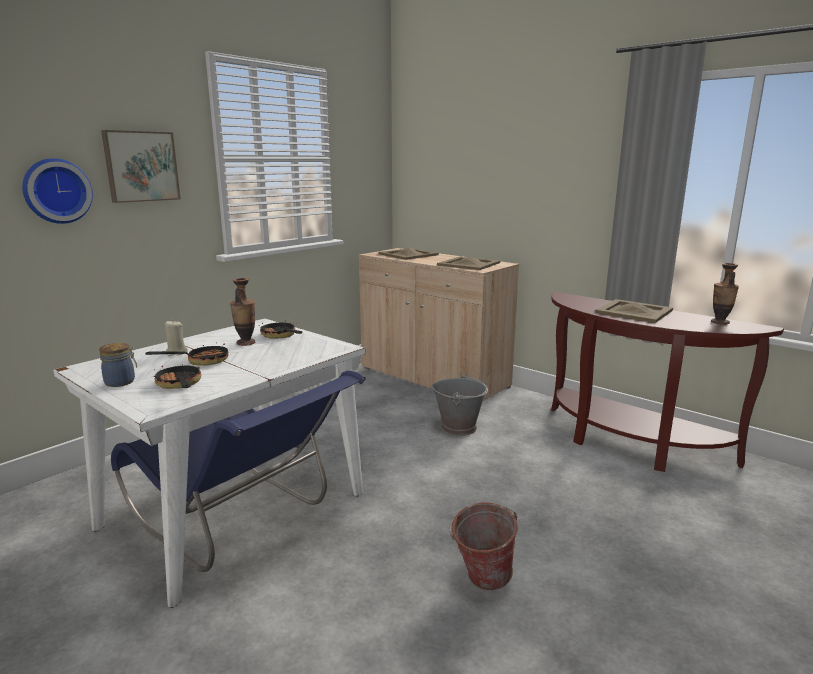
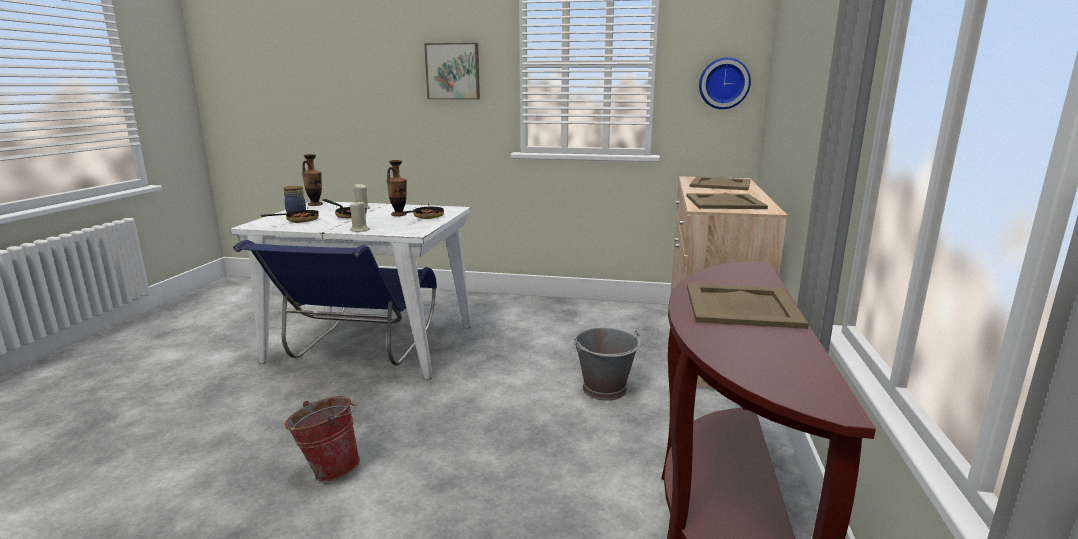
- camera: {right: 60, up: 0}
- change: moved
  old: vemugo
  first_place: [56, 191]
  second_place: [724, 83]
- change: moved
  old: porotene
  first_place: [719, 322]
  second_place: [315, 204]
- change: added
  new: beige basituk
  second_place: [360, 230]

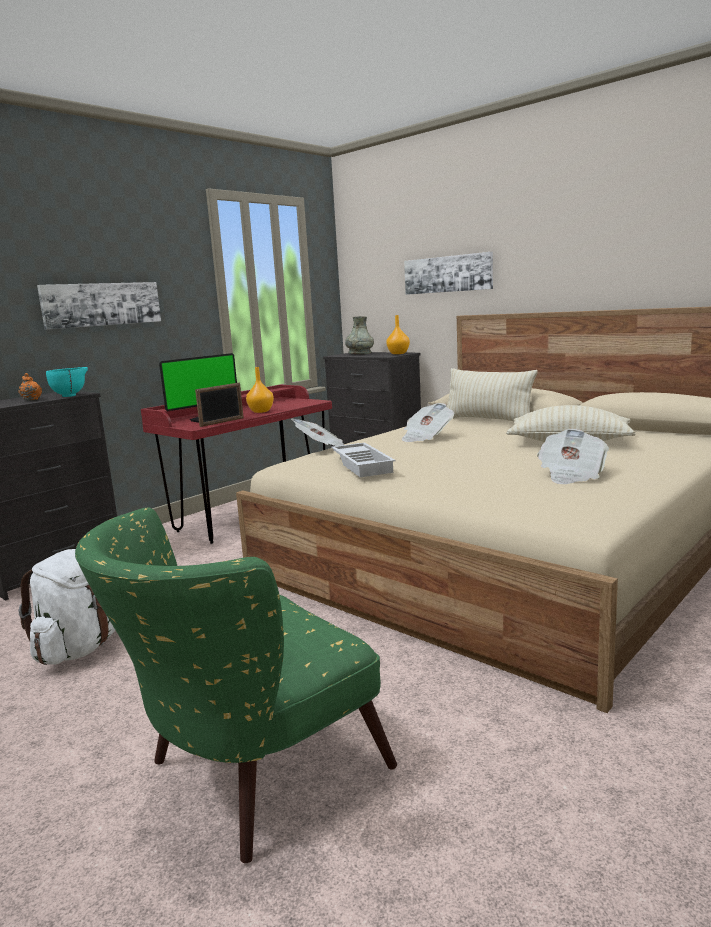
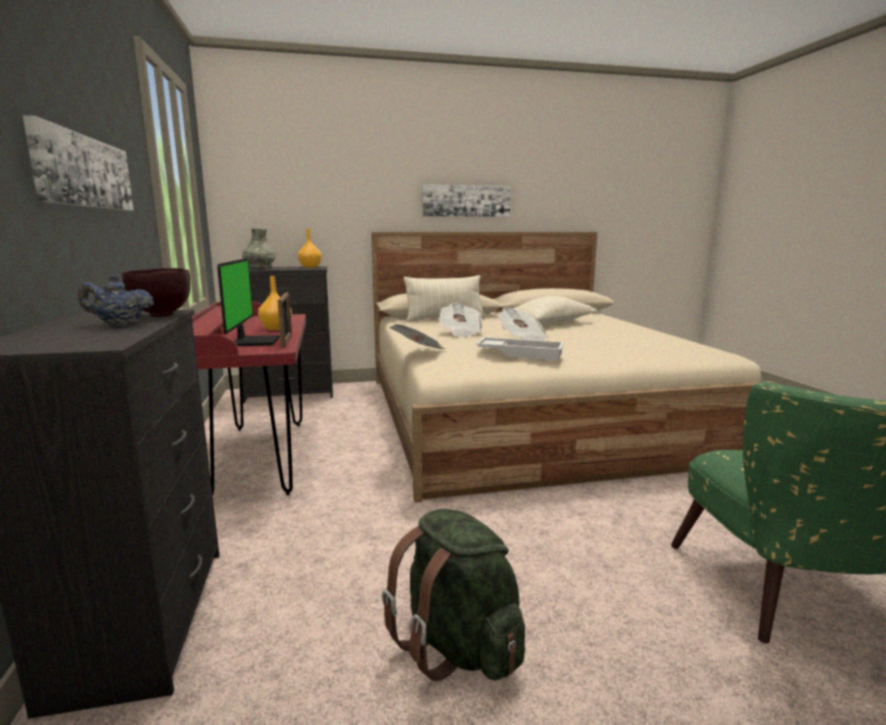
- camera: {right: -55, up: 0}
- change: recoloured
  old: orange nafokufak
  new: blue nafokufak
  first_place: [31, 400]
  second_place: [119, 325]
- change: recoloured
  old: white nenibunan
  new: green nenibunan
  first_place: [80, 648]
  second_place: [458, 645]
- change: recoloured
  old: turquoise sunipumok
  new: brown sunipumok
  first_place: [71, 395]
  second_place: [163, 315]
- change: moved
  old: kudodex
  first_place: [448, 274]
  second_place: [466, 201]
- change: moved
  old: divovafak
  first_place: [571, 475]
  second_place: [522, 339]

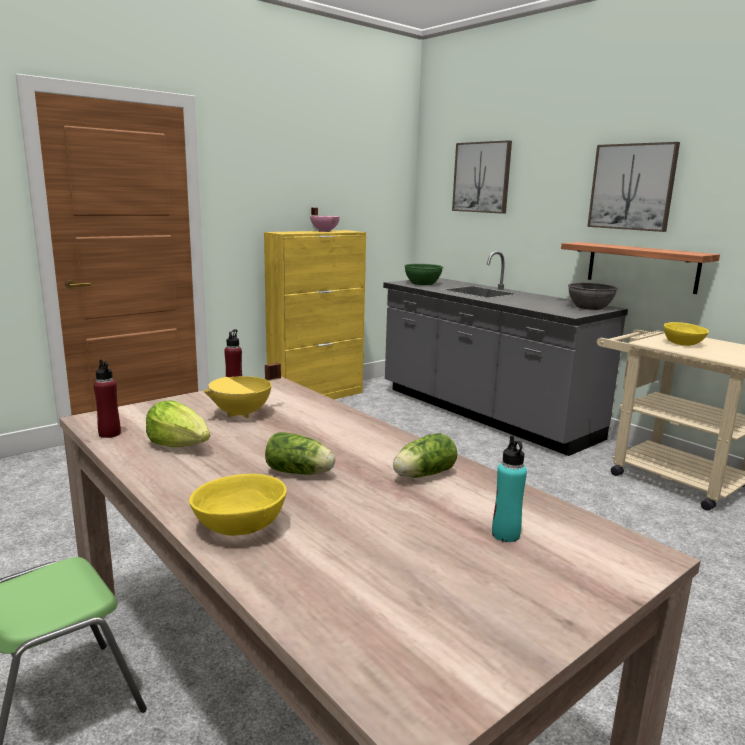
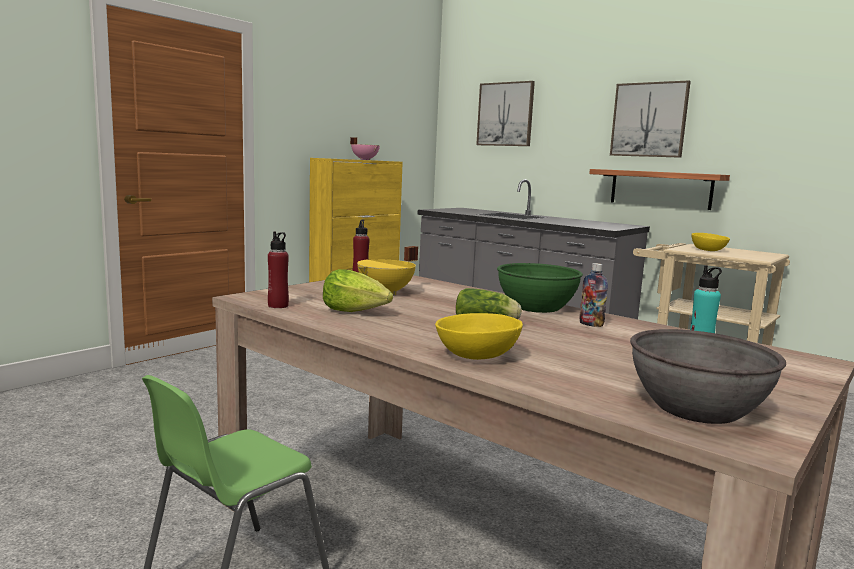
- camera: {right: -10, up: -5}
- change: replaced
  old: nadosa
  new: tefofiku
  first_place: [422, 475]
  second_place: [591, 324]
- change: moved
  old: green sunipumok
  first_place: [422, 283]
  second_place: [536, 307]
- change: moved
  old: grey sunipumok
  first_place: [590, 307]
  second_place: [697, 409]

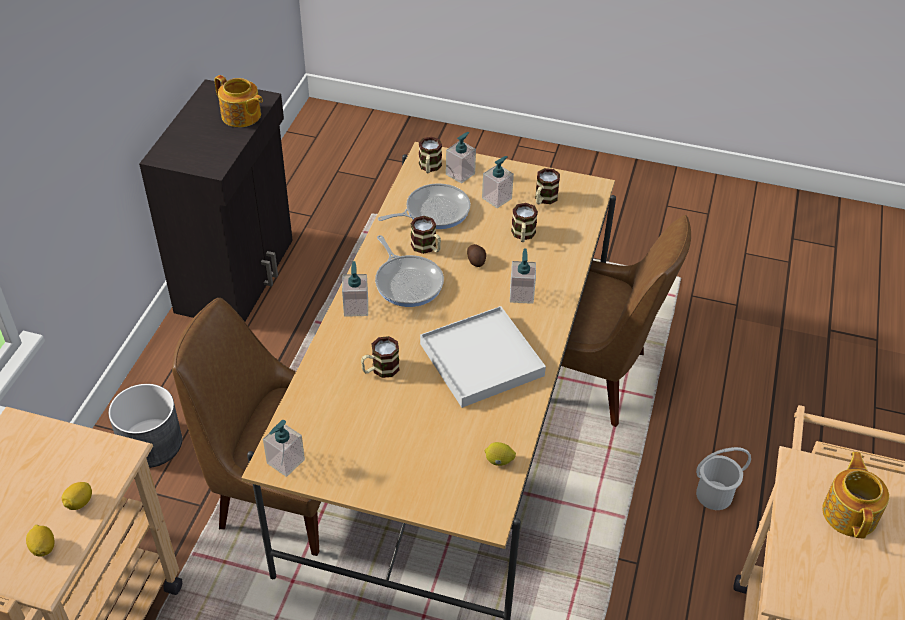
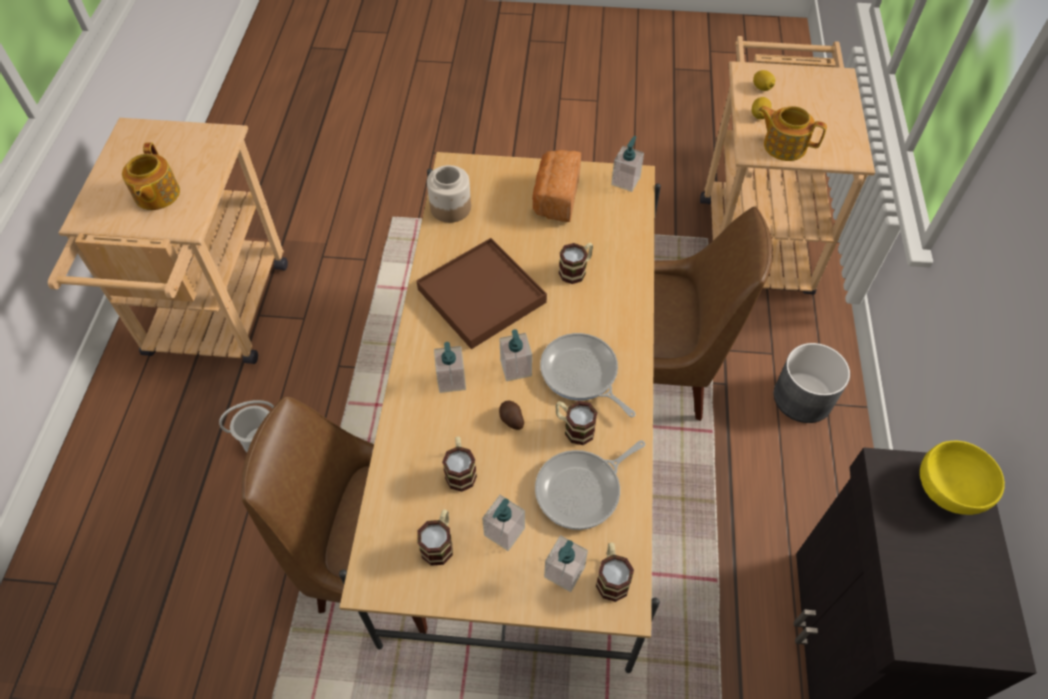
- camera: {right: 170, up: 10}
- change: moved
  old: nafokufak
  first_place: [241, 116]
  second_place: [784, 145]
- change: moved
  old: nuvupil
  first_place: [356, 307]
  second_place: [516, 368]
- change: recoloured
  old: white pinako
  new: brown pinako
  first_place: [481, 360]
  second_place: [481, 295]
- change: replaced
  old: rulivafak
  new: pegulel
  first_place: [499, 461]
  second_place: [450, 208]
- change: added
  new: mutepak
  second_place: [555, 198]
- change: added
  new: yellow sunipumok
  second_place: [951, 489]

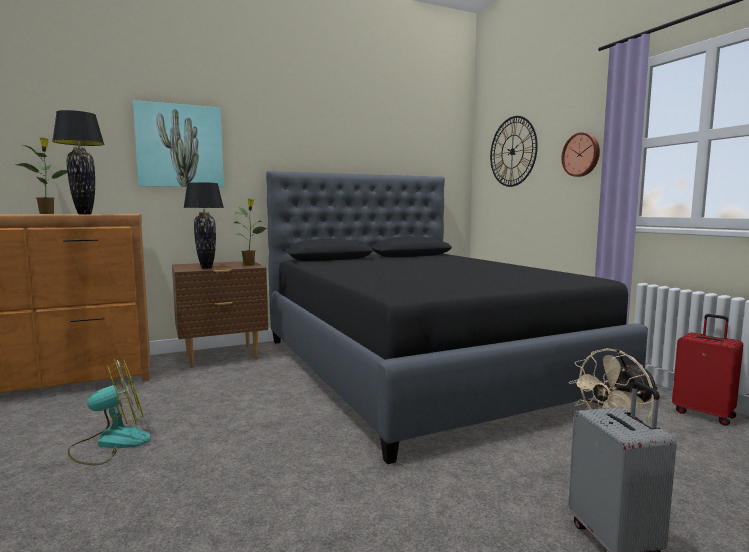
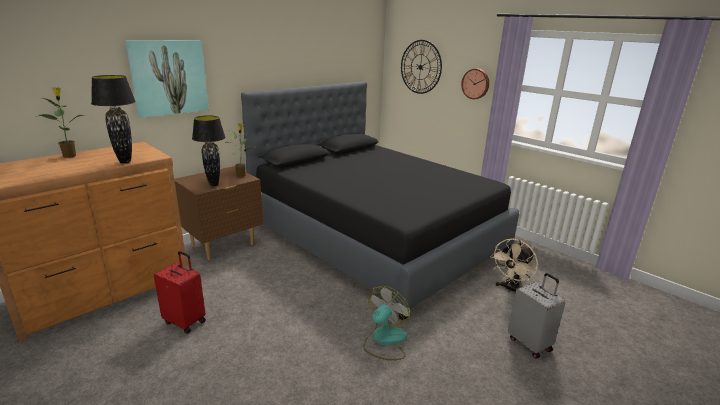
- camera: {right: -20, up: 15}
- change: moved
  old: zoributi
  first_place: [110, 443]
  second_place: [384, 341]
- change: moved
  old: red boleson
  first_place: [704, 414]
  second_place: [185, 321]

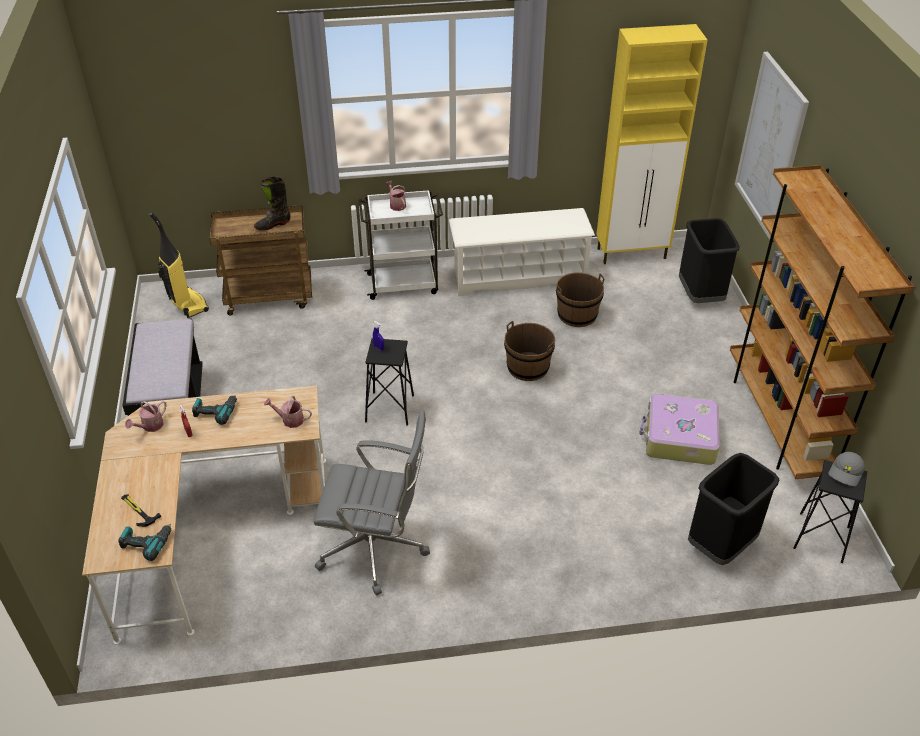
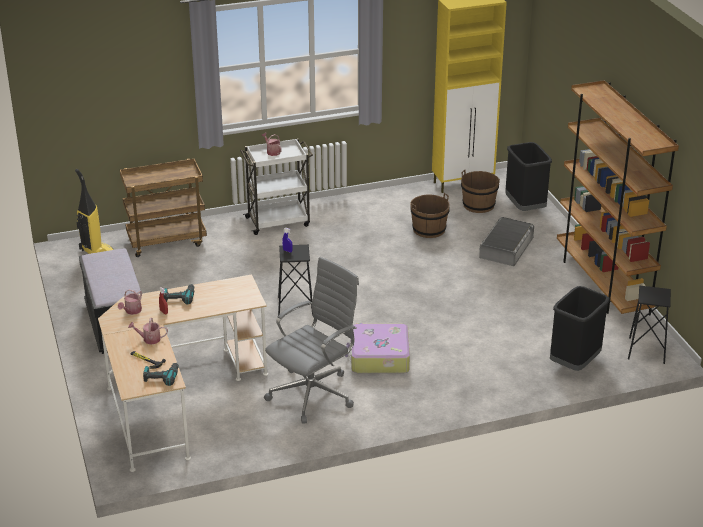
- camera: {right: -10, up: -10}
- change: removed
  old: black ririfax
  first_place: [272, 225]
- change: moved
  old: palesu
  first_place: [290, 420]
  second_place: [149, 339]
- change: turned
  old: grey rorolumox
  first_place: [376, 548]
  second_place: [314, 393]
  degrees: -45
- change: removed
  old: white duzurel
  first_place: [519, 277]
- change: moved
  old: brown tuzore
  first_place: [528, 367]
  second_place: [478, 205]
- change: moved
  old: boleson
  first_place: [679, 438]
  second_place: [379, 357]
- change: removed
  old: kudodex
  first_place: [770, 146]
- change: removed
  old: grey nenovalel
  first_place: [846, 473]
- change: added
  new: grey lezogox
  second_place: [506, 247]

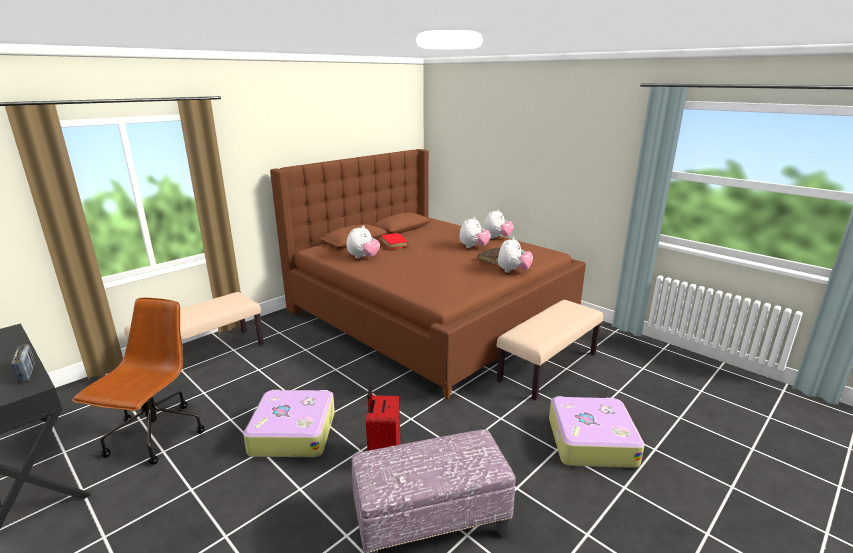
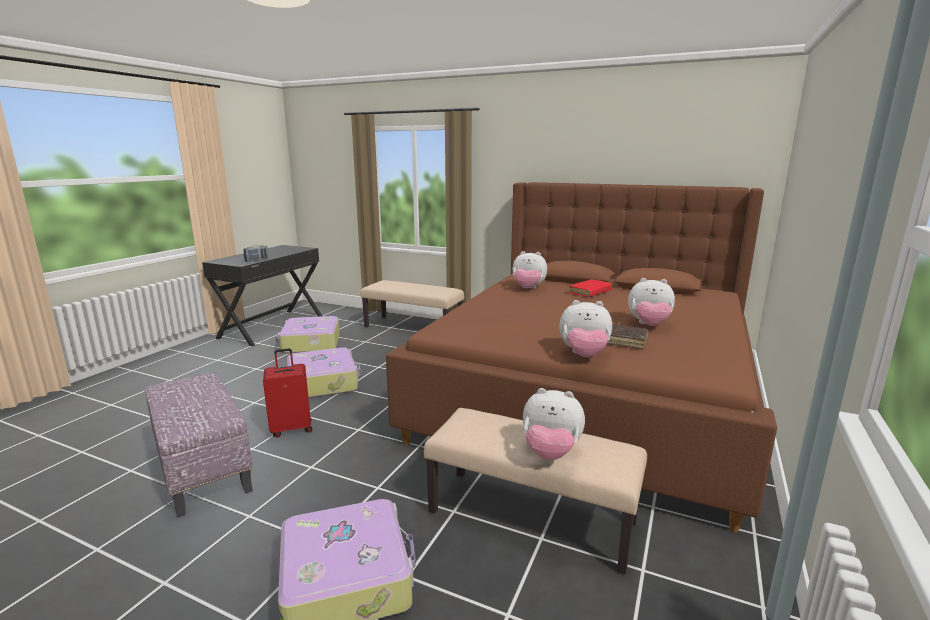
- camera: {right: 70, up: -5}
- change: replaced
  old: brown rorolumox
  new: boleson
  first_place: [155, 436]
  second_place: [310, 343]
- change: moved
  old: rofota
  first_place: [497, 238]
  second_place: [550, 453]

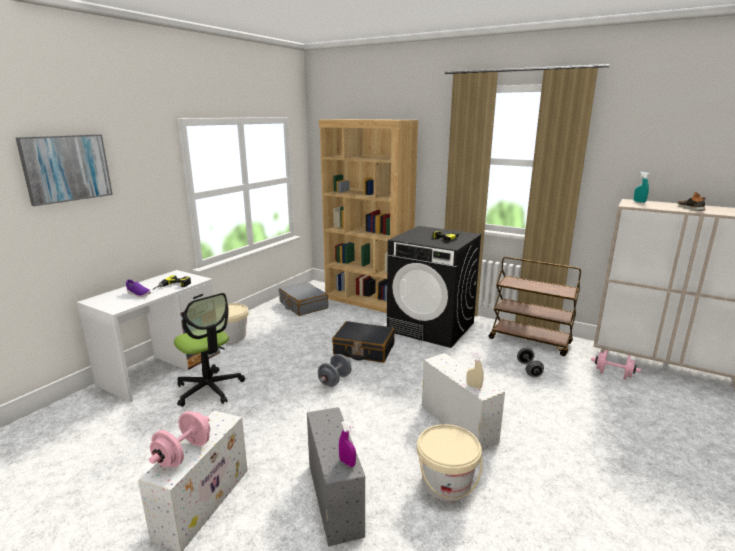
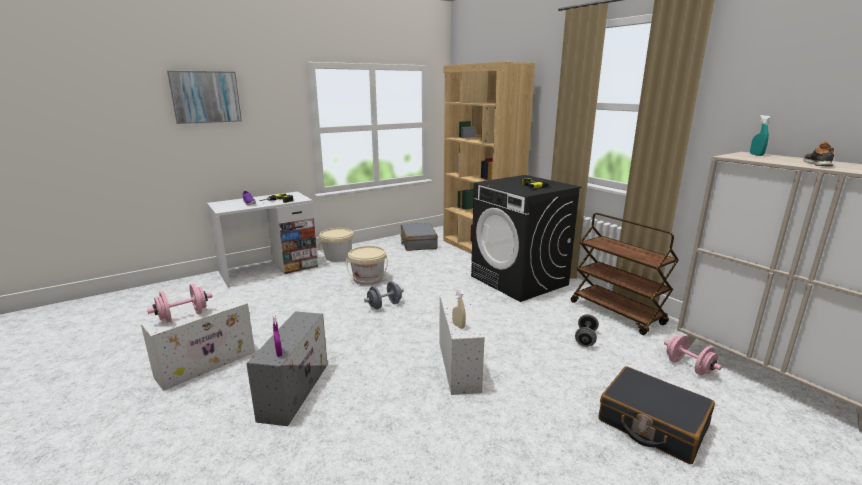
- camera: {right: 25, up: 0}
- change: removed
  old: rorolumox
  first_place: [209, 389]
- change: moved
  old: black boleson
  first_place: [364, 350]
  second_place: [652, 424]
- change: moved
  old: beige tuzore
  first_place: [446, 483]
  second_place: [368, 279]

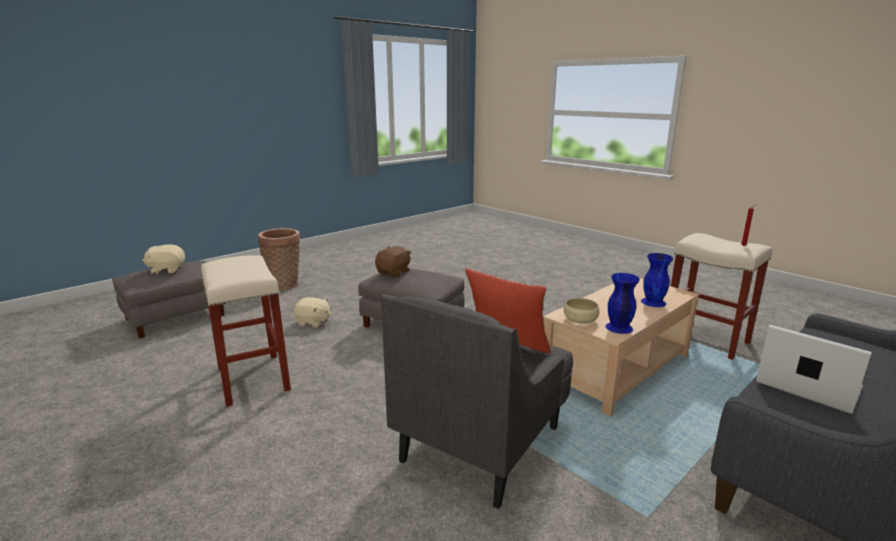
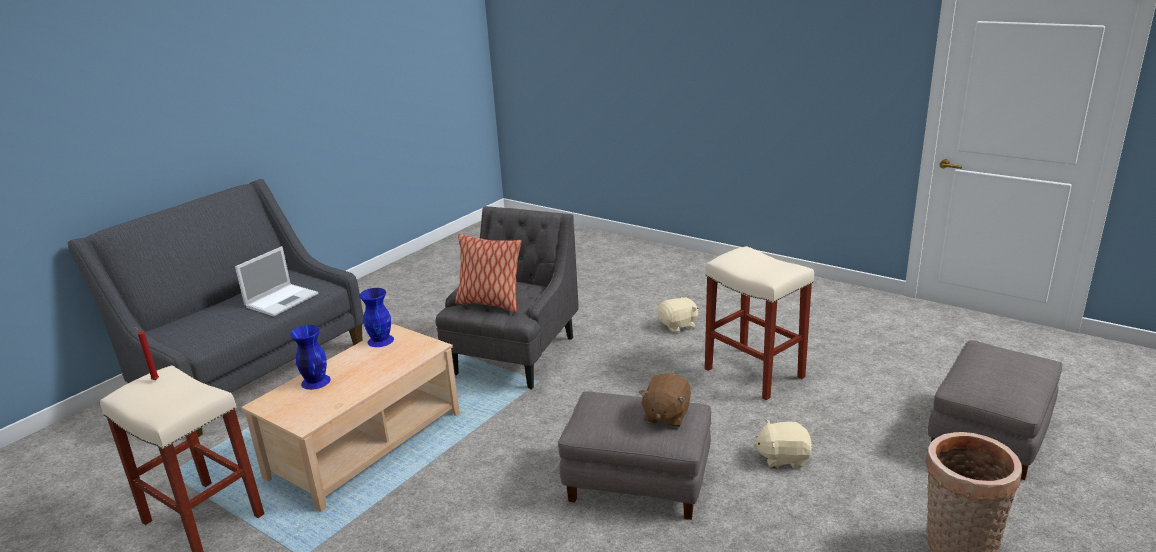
- camera: {right: 170, up: 5}
- change: moved
  old: beige rofota
  first_place: [167, 270]
  second_place: [678, 326]
- change: removed
  old: beige sunipumok
  first_place: [580, 319]
- change: turned
  old: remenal
  first_place: [805, 385]
  second_place: [283, 300]
  degrees: -90

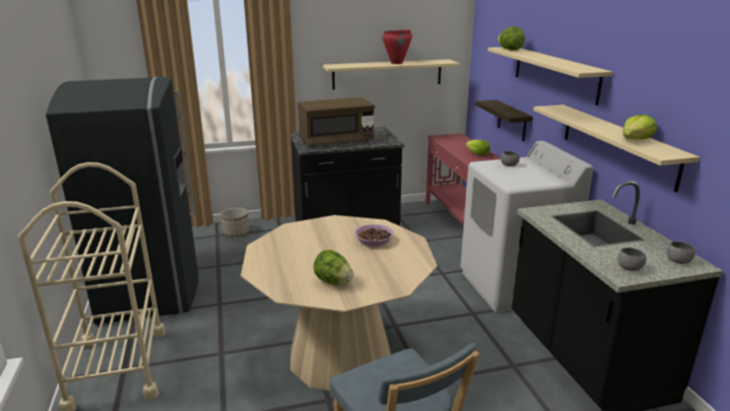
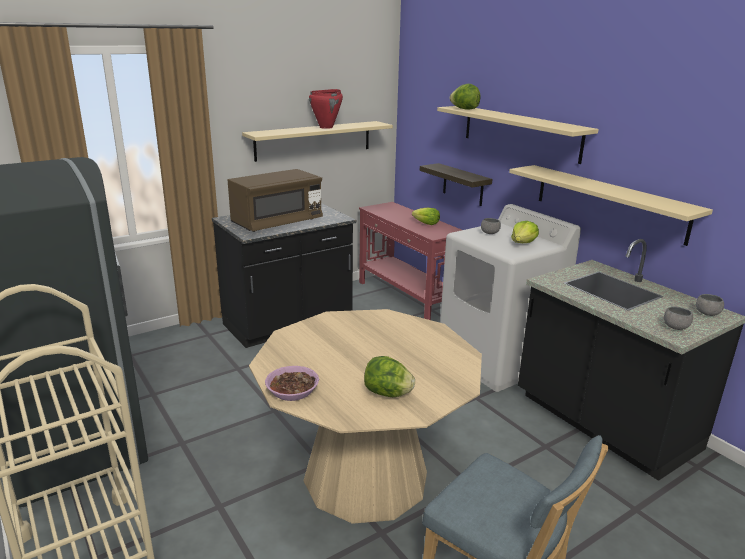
- camera: {right: -20, up: 0}
- change: removed
  old: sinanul
  first_place: [236, 232]
- change: moved
  old: sunipumok
  first_place: [374, 240]
  second_place: [292, 390]
- change: moved
  old: nadosa
  first_place: [635, 140]
  second_place: [523, 243]

